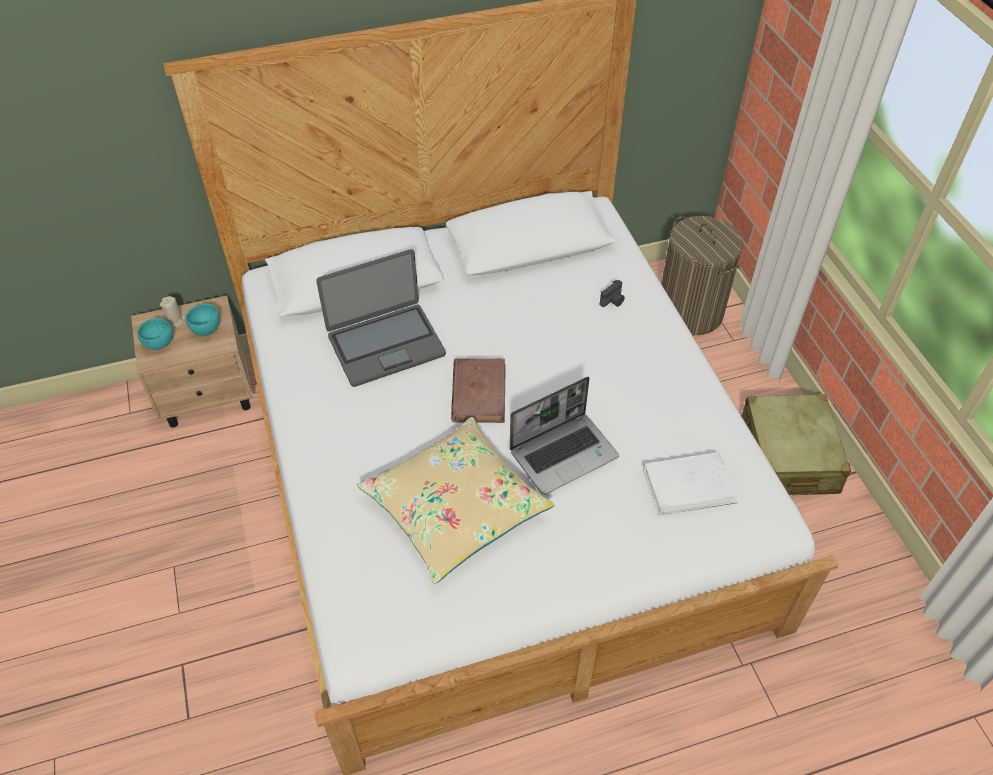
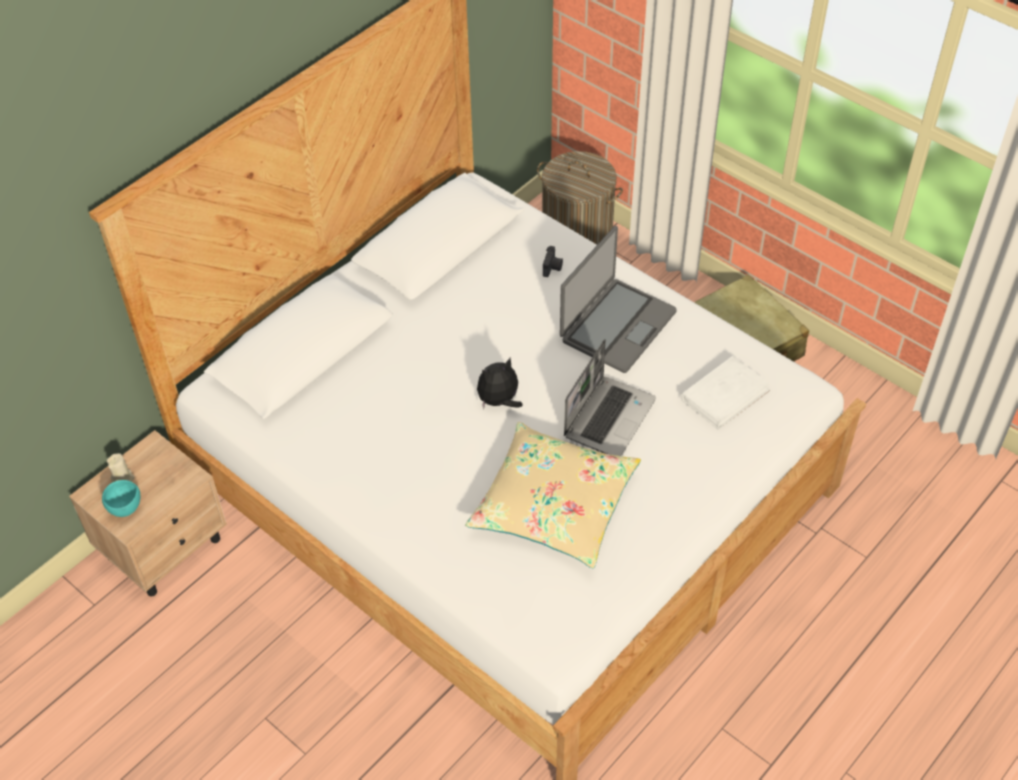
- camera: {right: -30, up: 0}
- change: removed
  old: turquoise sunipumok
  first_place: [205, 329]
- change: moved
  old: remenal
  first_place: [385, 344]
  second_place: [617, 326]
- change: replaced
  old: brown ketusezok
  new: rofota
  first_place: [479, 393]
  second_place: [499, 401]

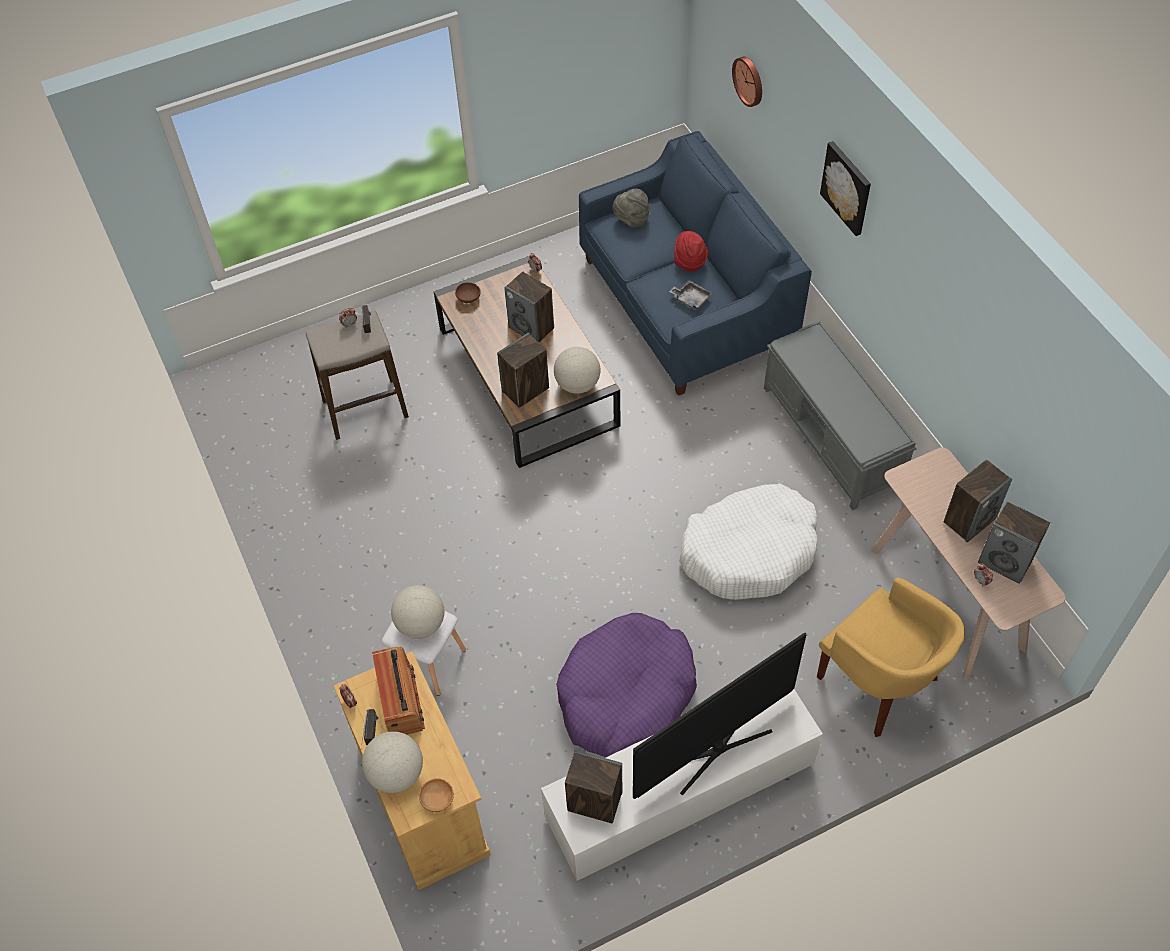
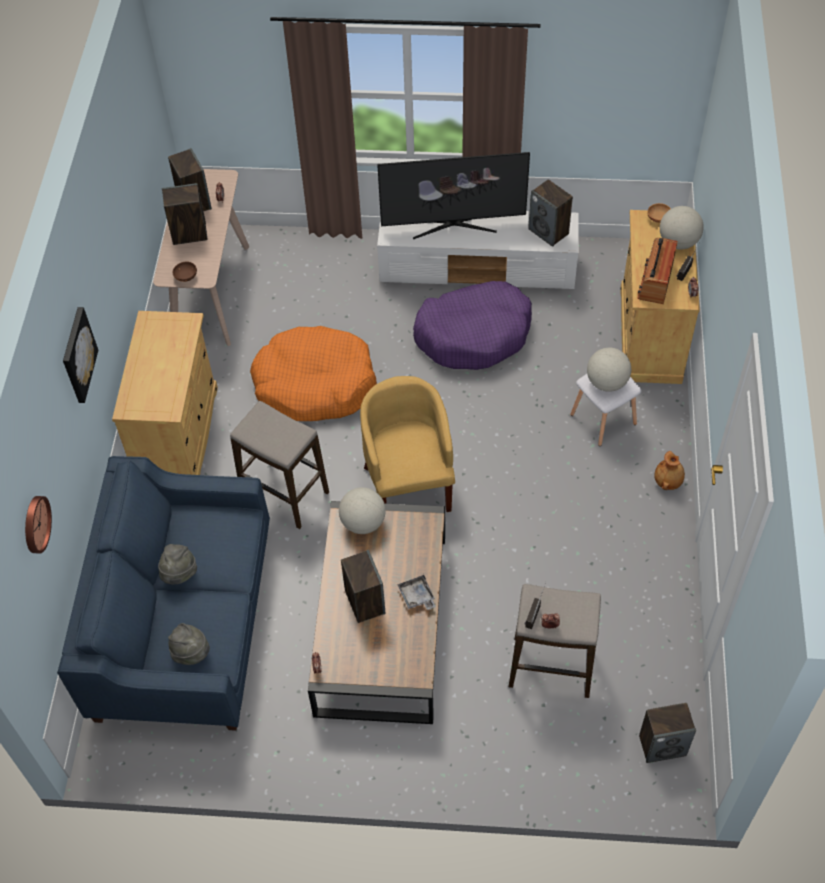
- camera: {right: -150, up: 0}
- change: moved
  old: brown sunipumok
  first_place: [469, 298]
  second_place: [185, 277]
- change: moved
  old: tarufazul
  first_place: [525, 390]
  second_place: [662, 745]
- change: moved
  old: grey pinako
  first_place: [691, 298]
  second_place: [417, 596]
- change: recoloured
  old: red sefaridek
  new: grey sefaridek
  first_place: [689, 261]
  second_place: [179, 574]
- change: recoloured
  old: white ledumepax
  new: orange ledumepax
  first_place: [749, 551]
  second_place: [315, 384]
- change: replaced
  old: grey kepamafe
  new: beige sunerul
  first_place: [832, 438]
  second_place: [179, 436]
- change: moved
  old: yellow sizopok
  first_place: [880, 684]
  second_place: [408, 484]
- change: added
  new: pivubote
  second_place: [285, 494]
- change: added
  new: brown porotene
  second_place: [668, 482]

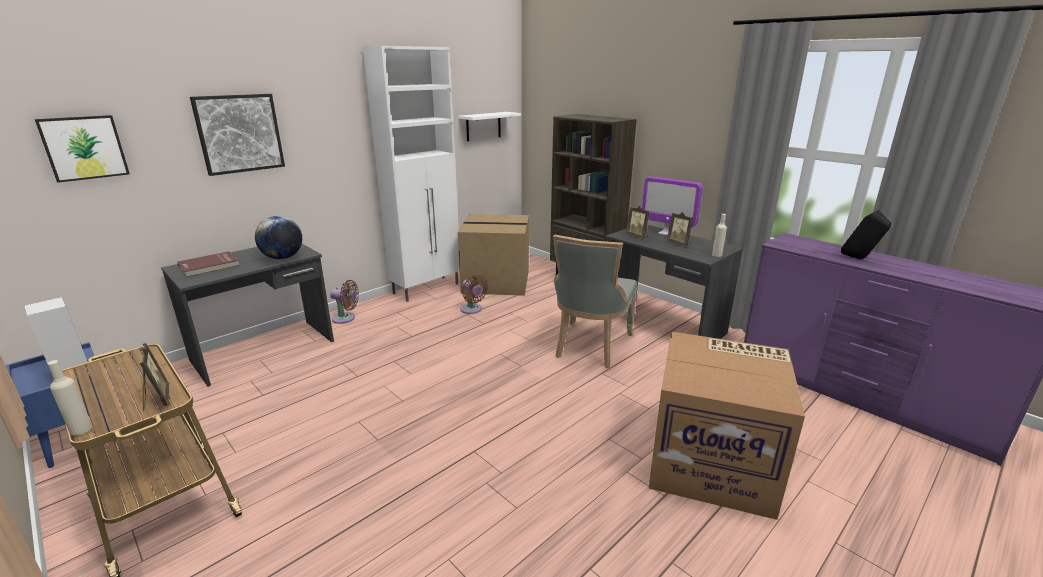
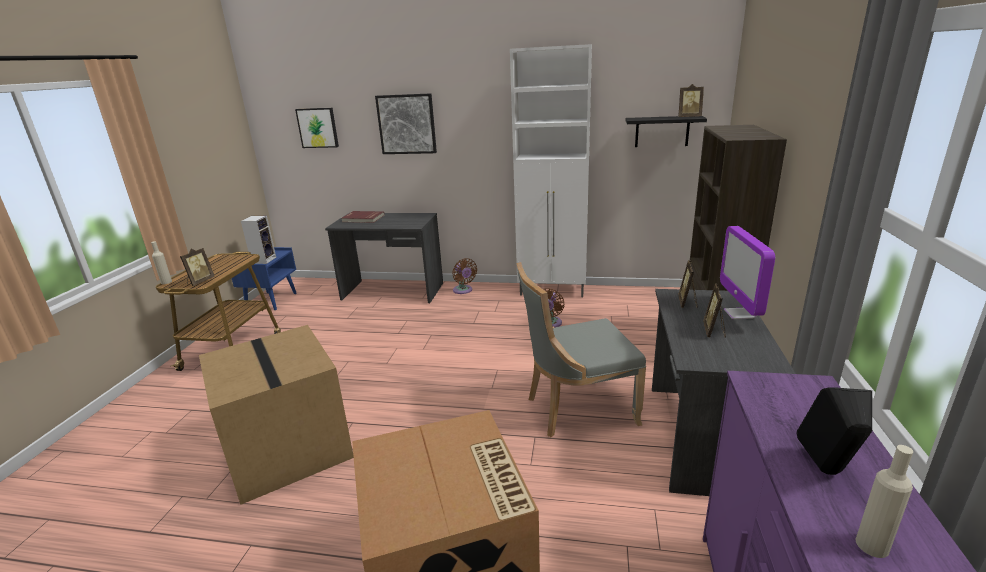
- camera: {right: 55, up: 0}
- change: removed
  old: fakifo
  first_place: [282, 258]
- change: recoloured
  old: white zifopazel
  new: black zifopazel
  first_place: [483, 126]
  second_place: [662, 131]
- change: moved
  old: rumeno
  first_place: [495, 282]
  second_place: [285, 448]
- change: moved
  old: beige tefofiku
  first_place: [717, 255]
  second_place: [872, 545]
- change: added
  new: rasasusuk
  second_place: [689, 117]

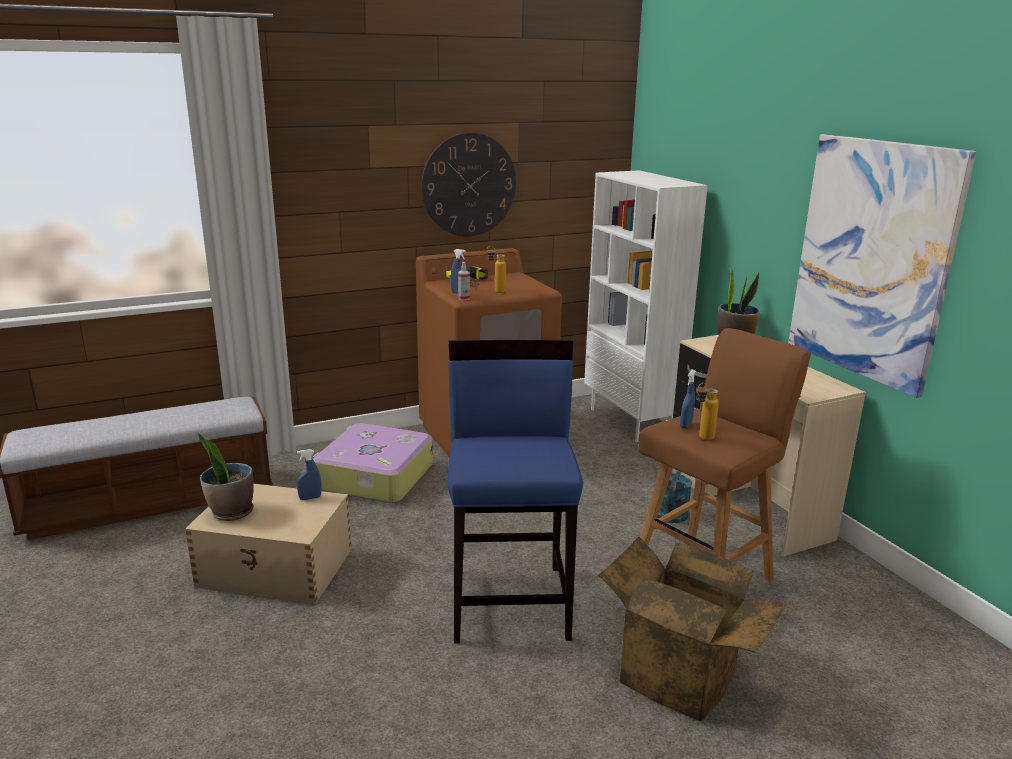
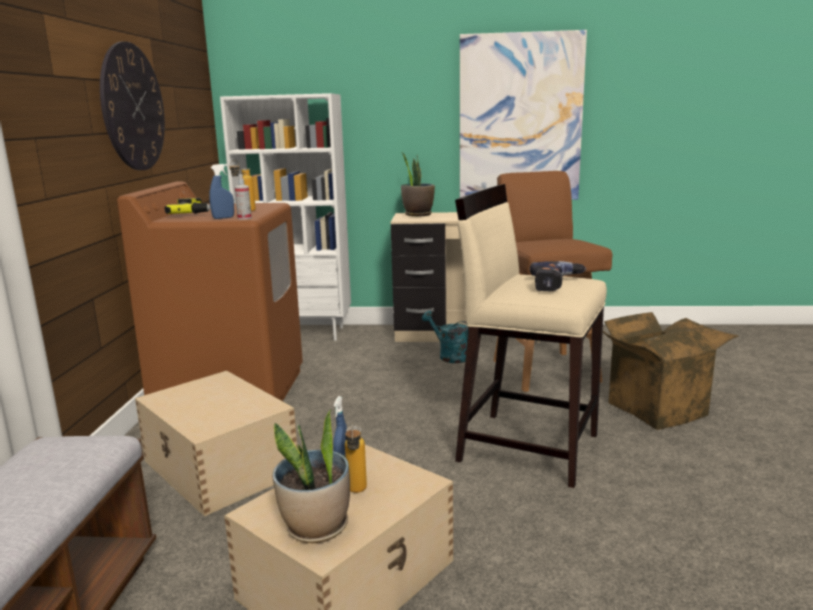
- camera: {right: -60, up: -5}
- change: replaced
  old: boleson
  new: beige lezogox
  first_place: [374, 477]
  second_place: [220, 468]
- change: recoloured
  old: blue pivubote
  new: beige pivubote
  first_place: [510, 601]
  second_place: [527, 446]
- change: removed
  old: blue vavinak
  first_place: [686, 425]
- change: moved
  old: tefofiku
  first_place: [701, 438]
  second_place: [356, 492]
- change: added
  new: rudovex
  second_place: [557, 284]

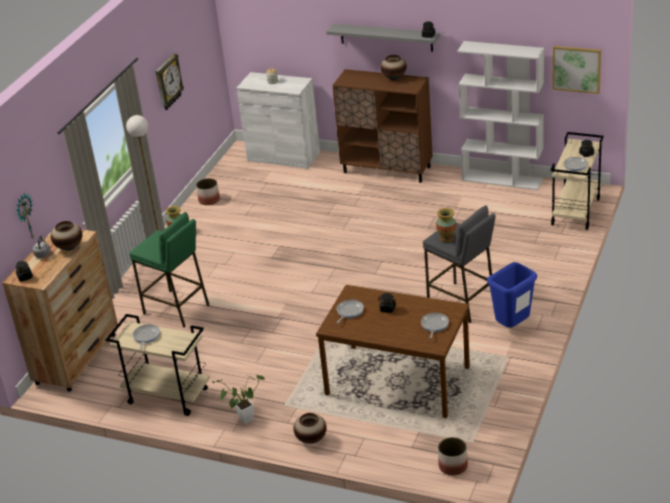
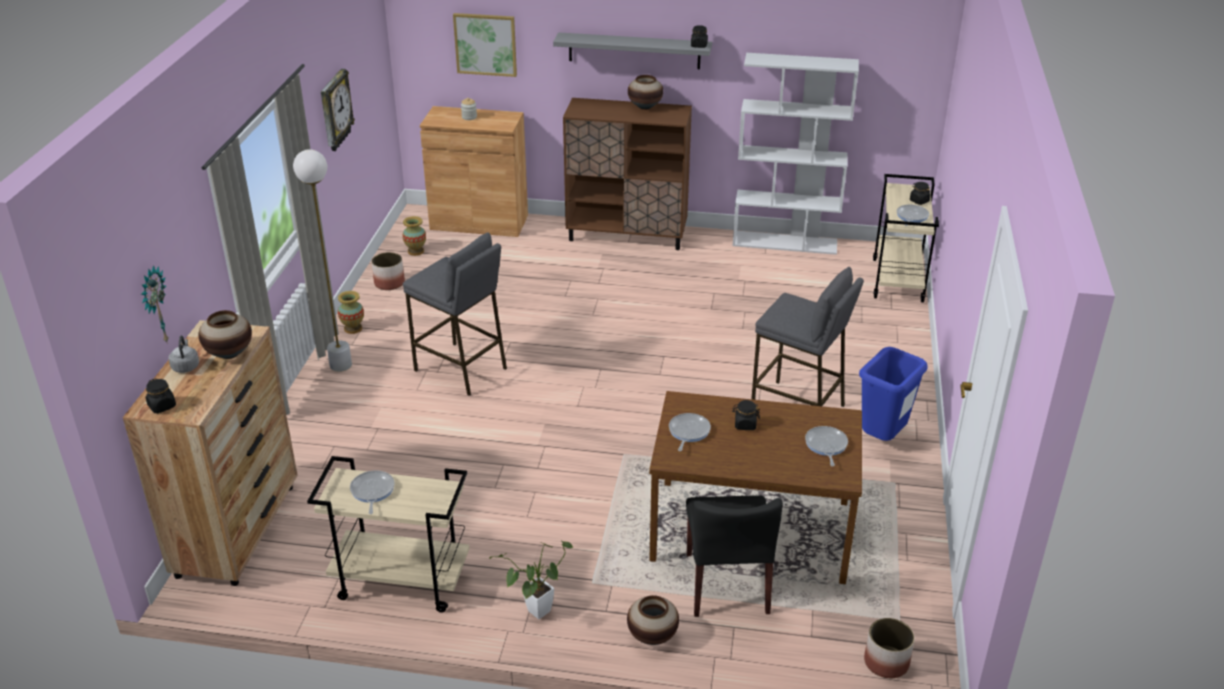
- camera: {right: -15, up: 0}
- change: removed
  old: green pivubote
  first_place: [176, 309]
- change: recoloured
  old: white sunerul
  new: brown sunerul
  first_place: [283, 156]
  second_place: [479, 222]
- change: moved
  old: porotene
  first_place: [446, 238]
  second_place: [415, 251]
- change: moved
  old: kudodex
  first_place: [576, 69]
  second_place: [485, 44]
- change: added
  new: grey pivubote
  second_place: [461, 369]
- change: added
  new: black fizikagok
  second_place: [727, 583]

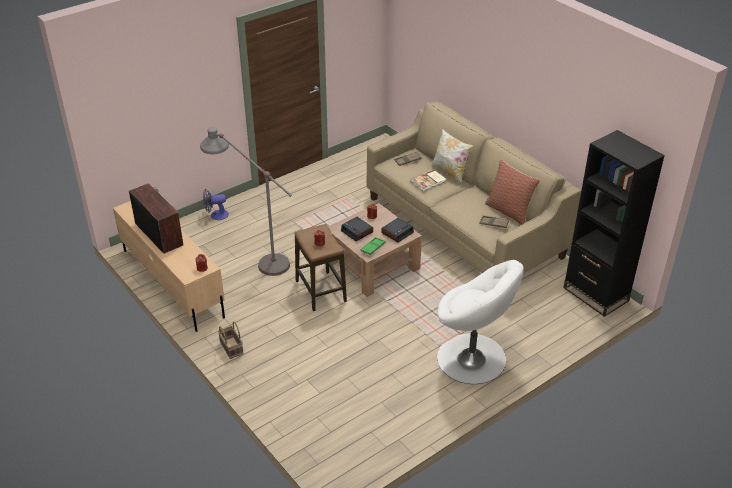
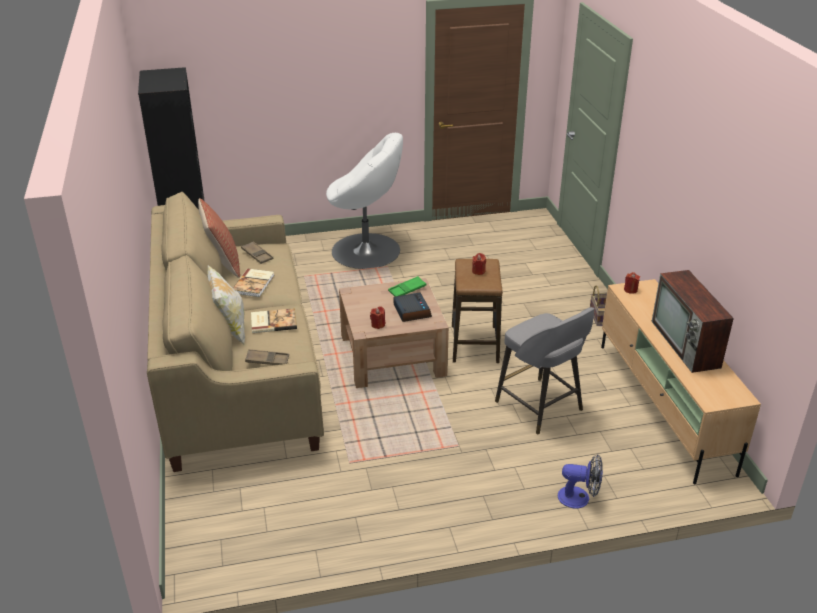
- camera: {right: -155, up: -5}
- change: replaced
  old: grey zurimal
  new: grey pivubote
  first_place: [254, 258]
  second_place: [540, 407]
- change: removed
  old: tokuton
  first_place: [397, 232]
- change: turned
  old: white sizopok
  first_place: [472, 359]
  second_place: [367, 251]
  degrees: 135
- change: added
  new: ketusezok
  second_place: [254, 284]

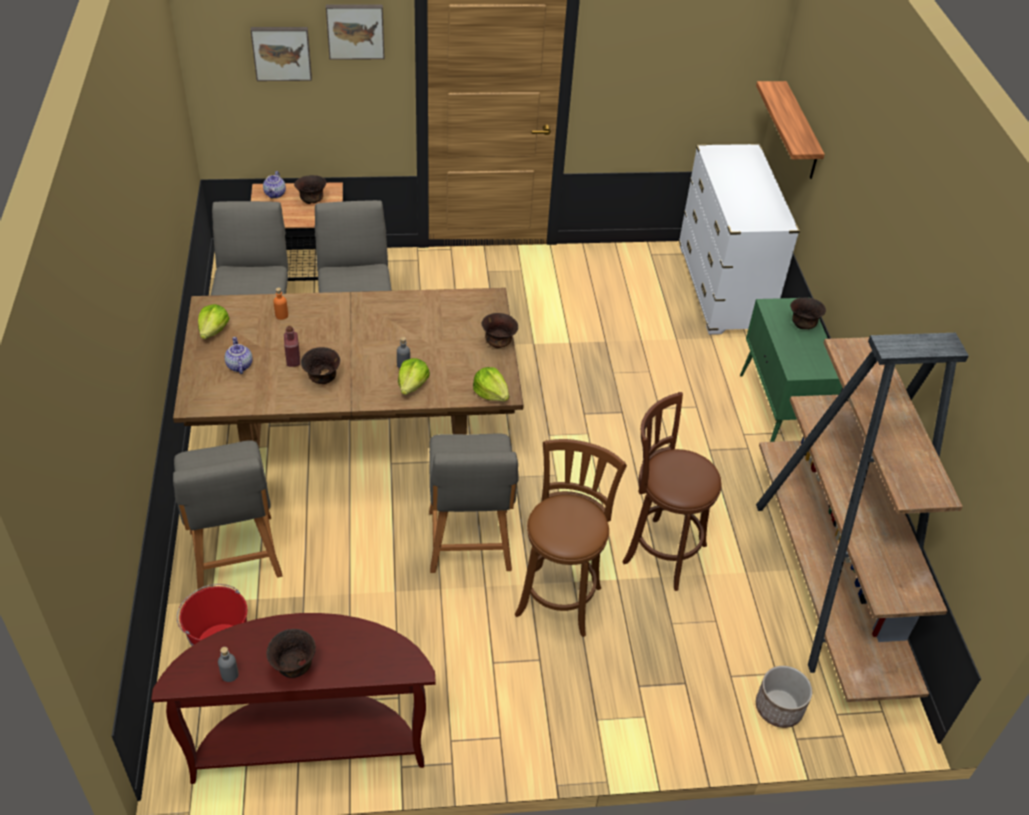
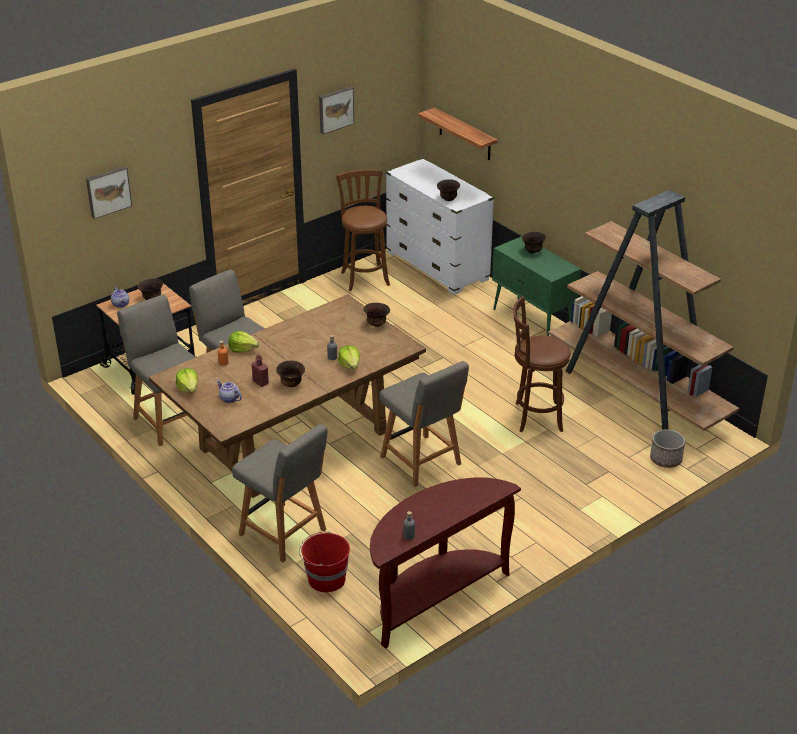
- camera: {right: -30, up: -10}
- change: moved
  old: brown sunipumok
  first_place: [294, 667]
  second_place: [448, 199]
- change: moved
  old: kudodex
  first_place: [355, 30]
  second_place: [335, 109]
- change: moved
  old: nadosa
  first_place: [491, 393]
  second_place: [243, 349]
- change: moved
  old: brown pivubote
  first_place: [560, 597]
  second_place: [364, 277]

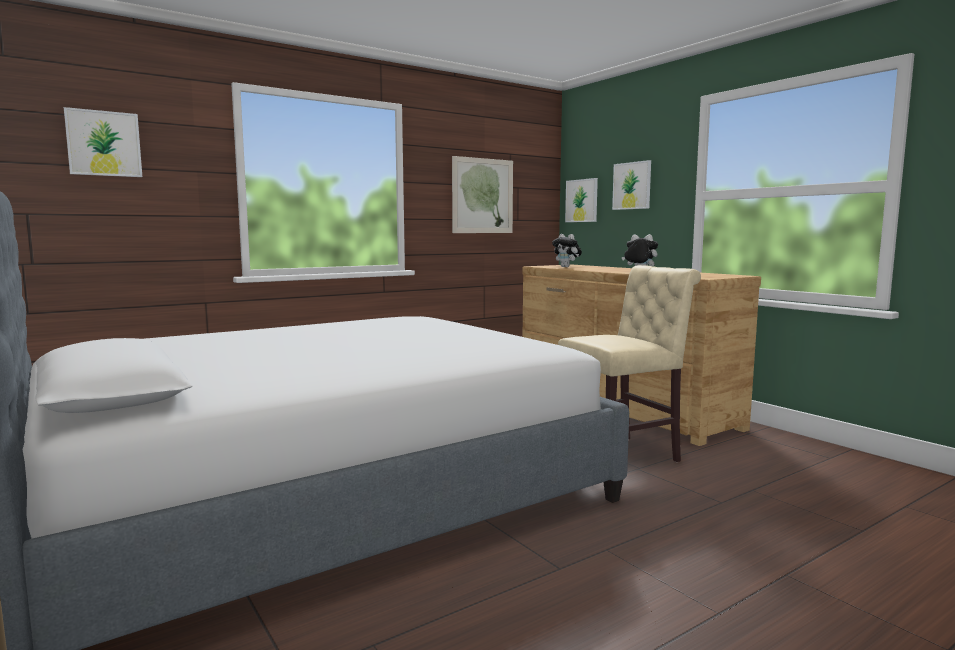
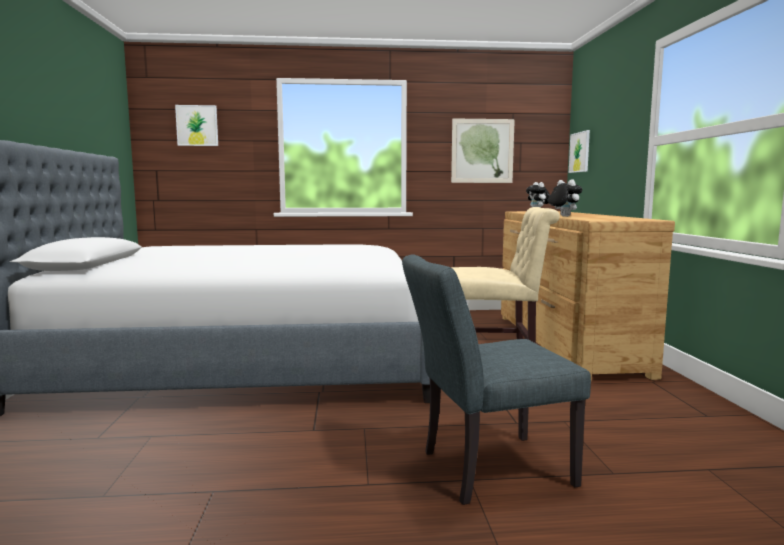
- camera: {right: 30, up: 0}
- change: removed
  old: kudodex
  first_place: [632, 185]
- change: added
  new: grey fizikagok
  second_place: [485, 469]

